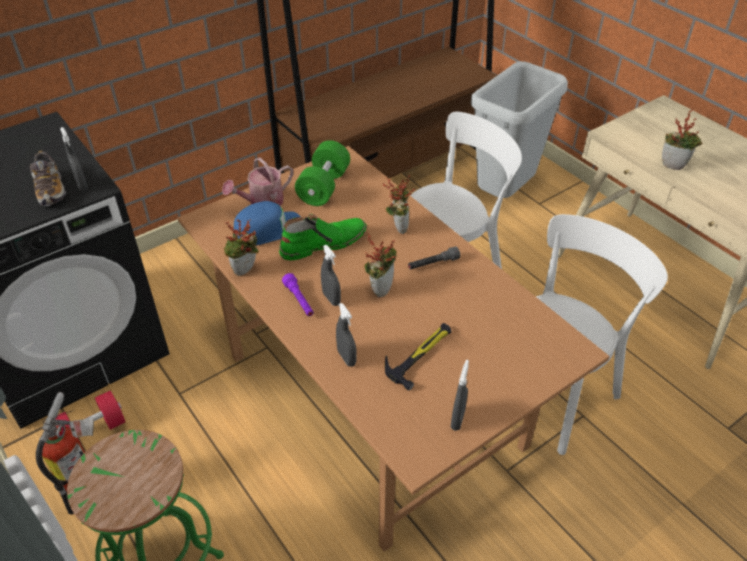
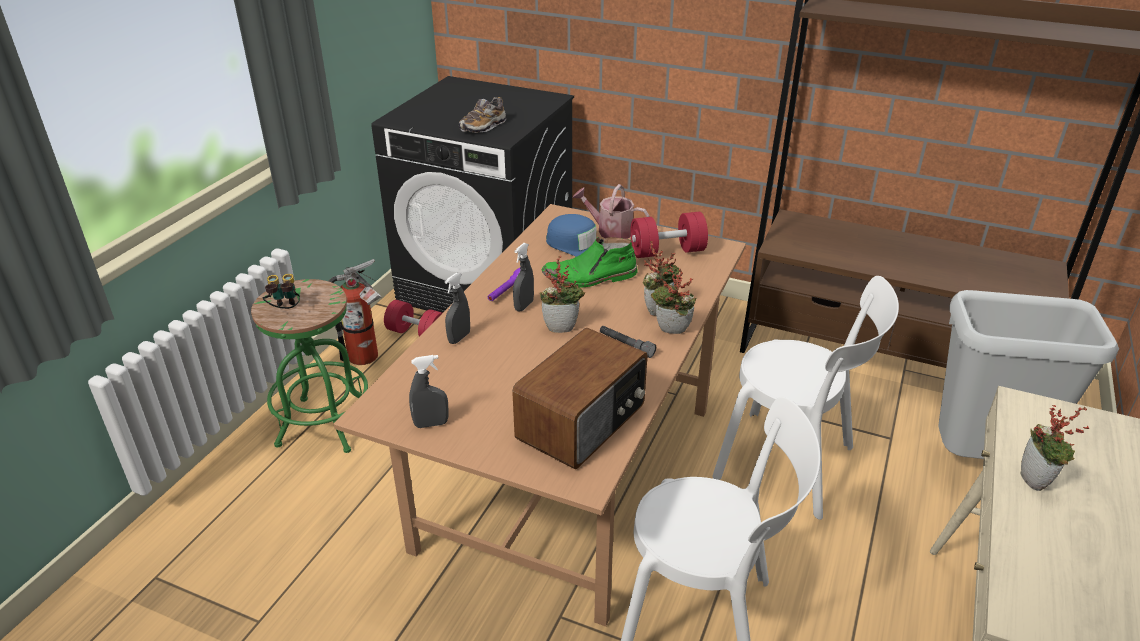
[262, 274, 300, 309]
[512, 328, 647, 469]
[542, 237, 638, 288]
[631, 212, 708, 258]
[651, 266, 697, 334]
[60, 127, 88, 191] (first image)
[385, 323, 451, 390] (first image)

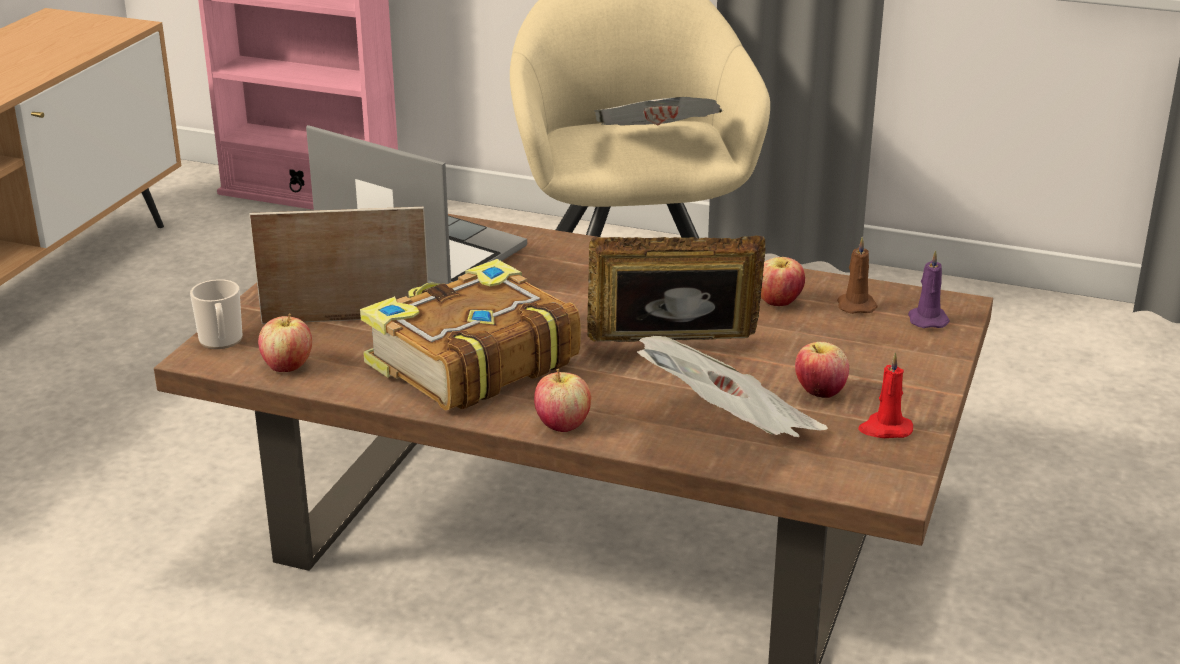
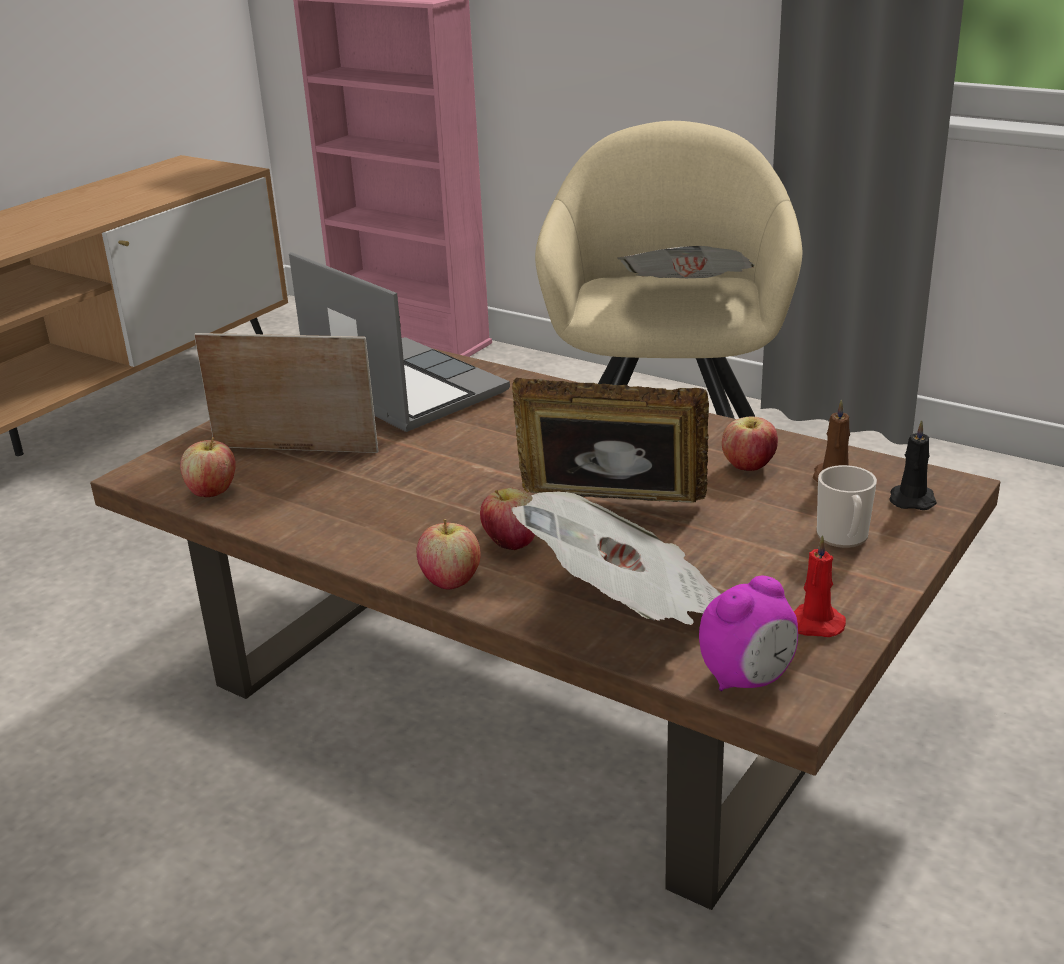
[480, 488, 535, 550]
[699, 576, 798, 691]
[817, 465, 877, 548]
[889, 420, 937, 510]
[360, 259, 581, 411] (first image)

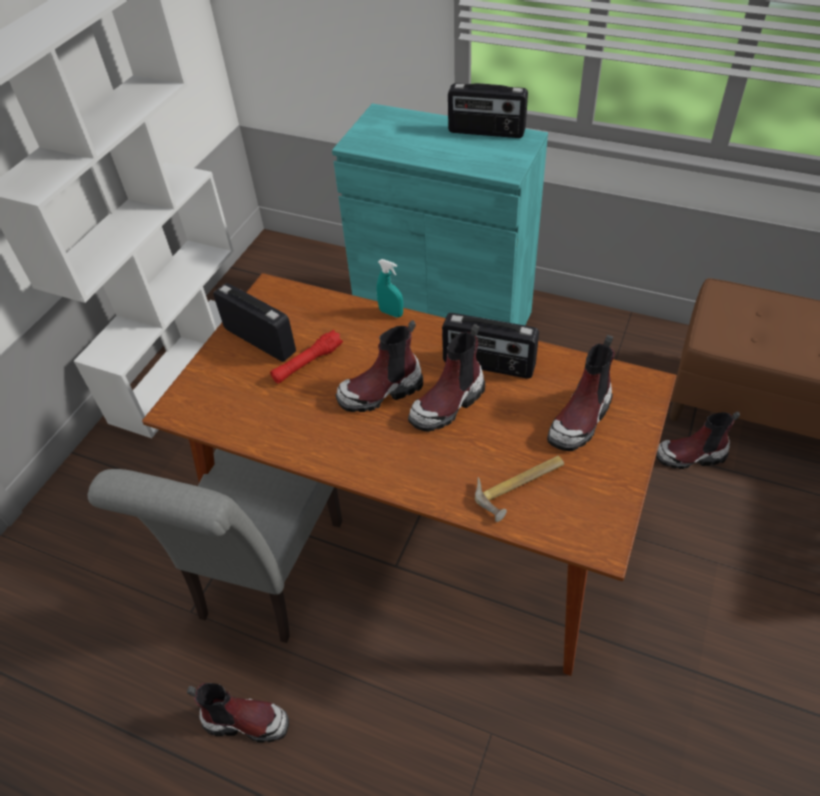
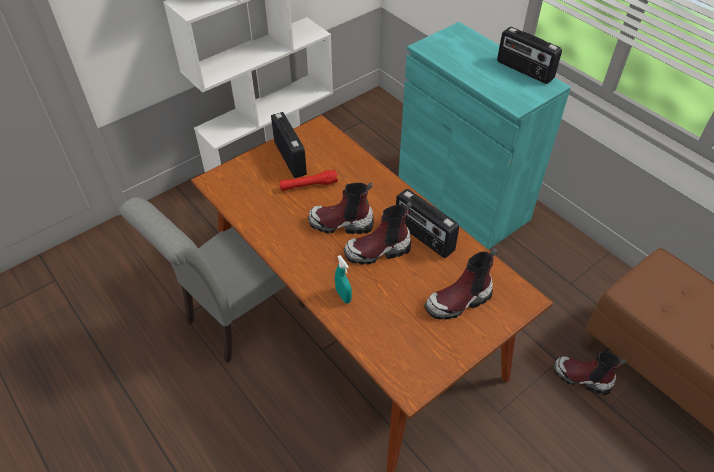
[335, 255, 352, 304]
[186, 683, 289, 743] (first image)
[475, 456, 564, 522] (first image)

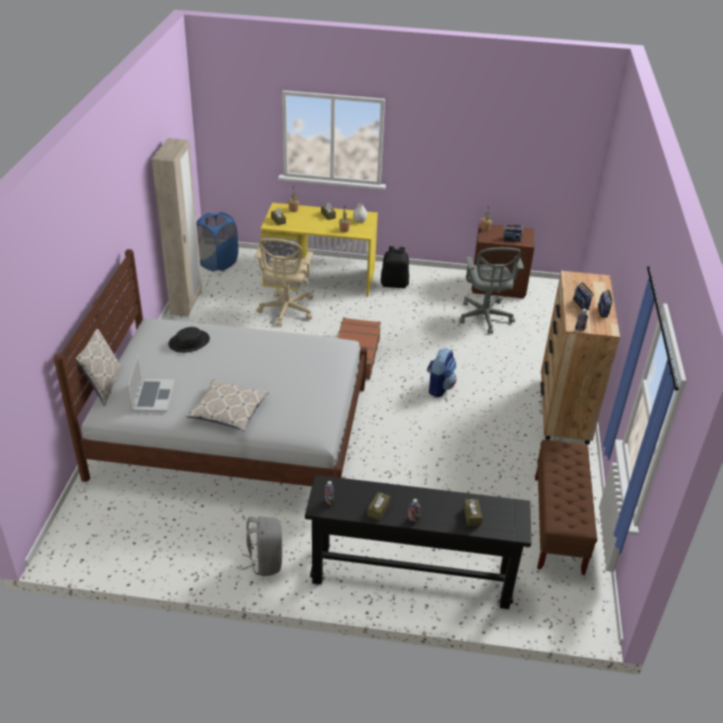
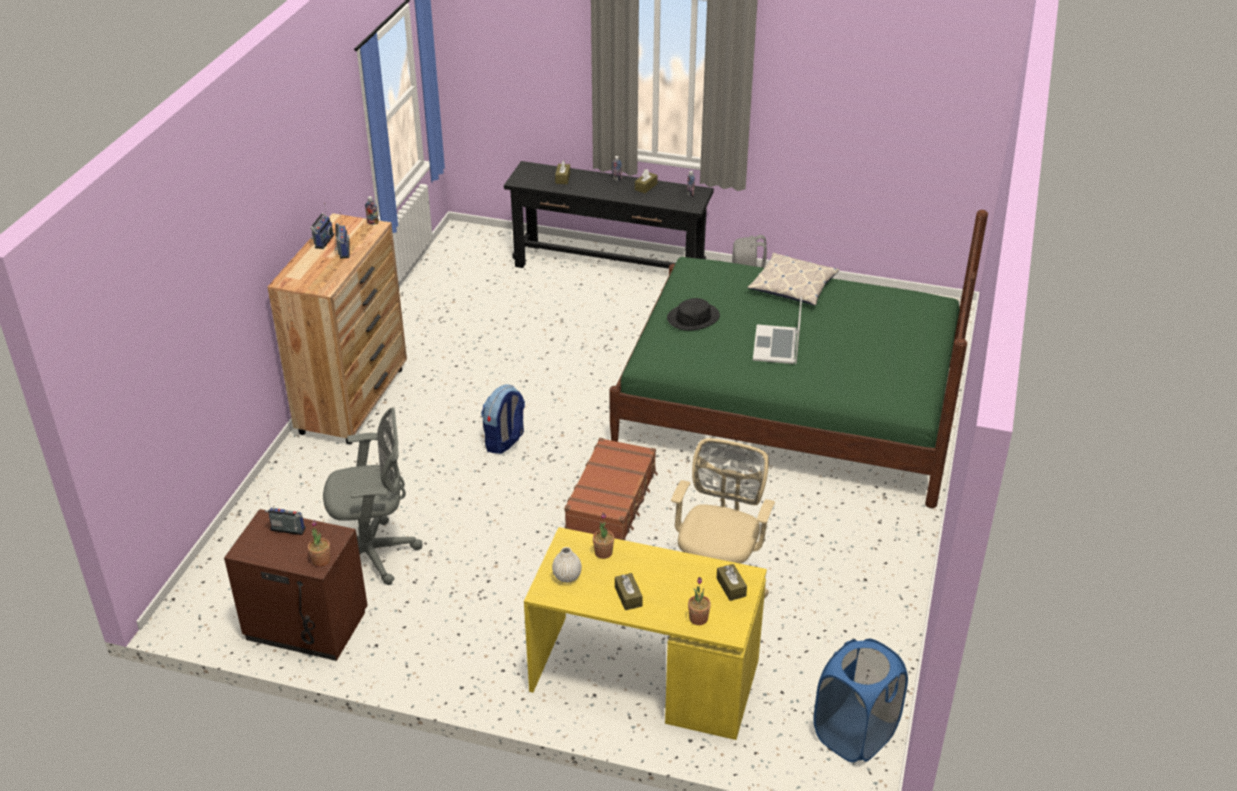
[323, 408, 422, 585]
[609, 210, 988, 508]
[667, 298, 720, 331]
[753, 296, 802, 364]
[76, 329, 122, 406] (first image)
[152, 138, 202, 317] (first image)
[381, 246, 409, 288] (first image)
[535, 440, 598, 575] (first image)

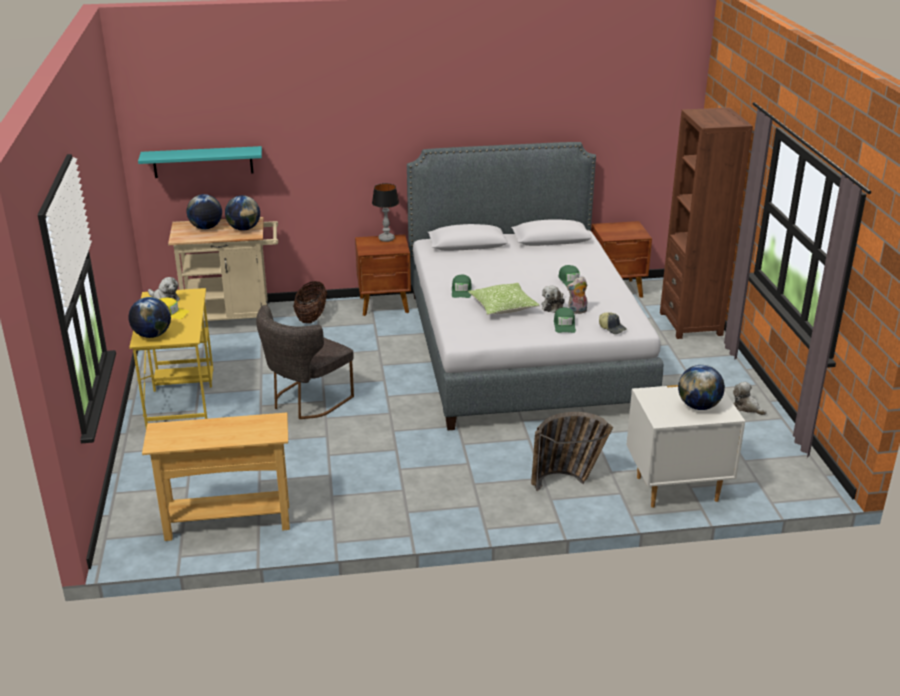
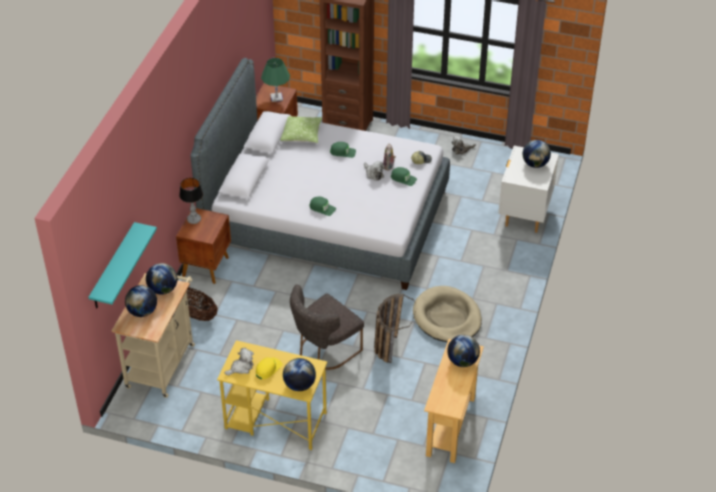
[261, 58, 290, 102]
[280, 116, 322, 143]
[290, 285, 364, 370]
[374, 294, 416, 363]
[413, 286, 482, 342]
[447, 335, 480, 367]

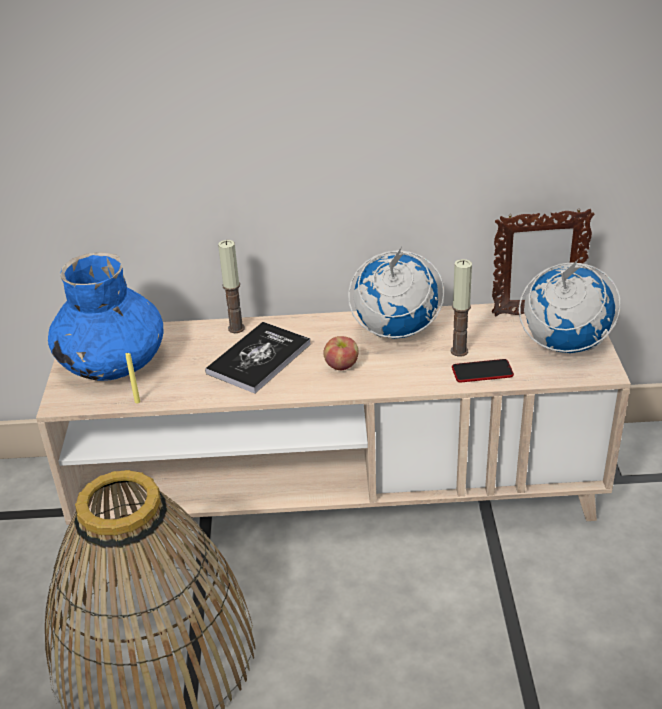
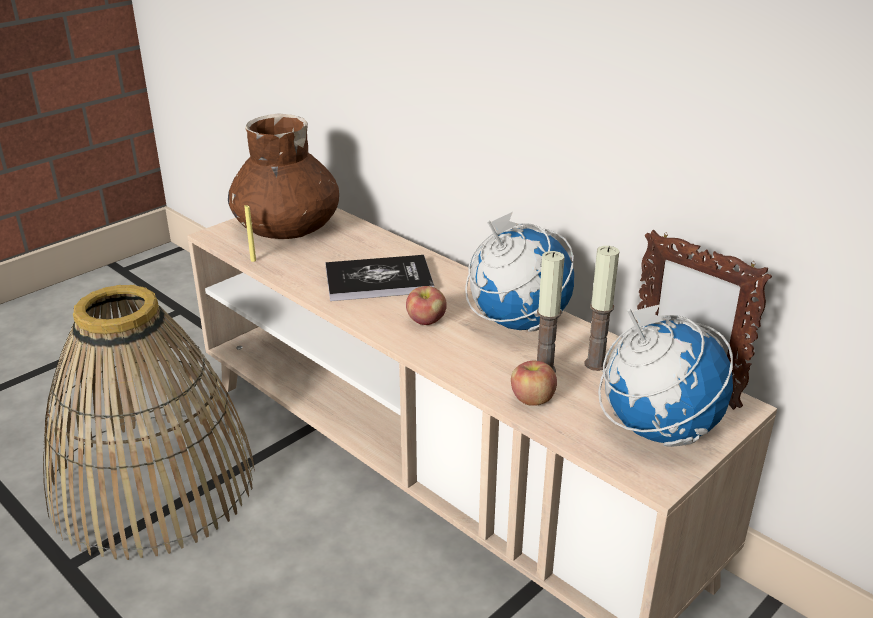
[228, 113, 339, 239]
[511, 360, 557, 406]
[584, 246, 619, 371]

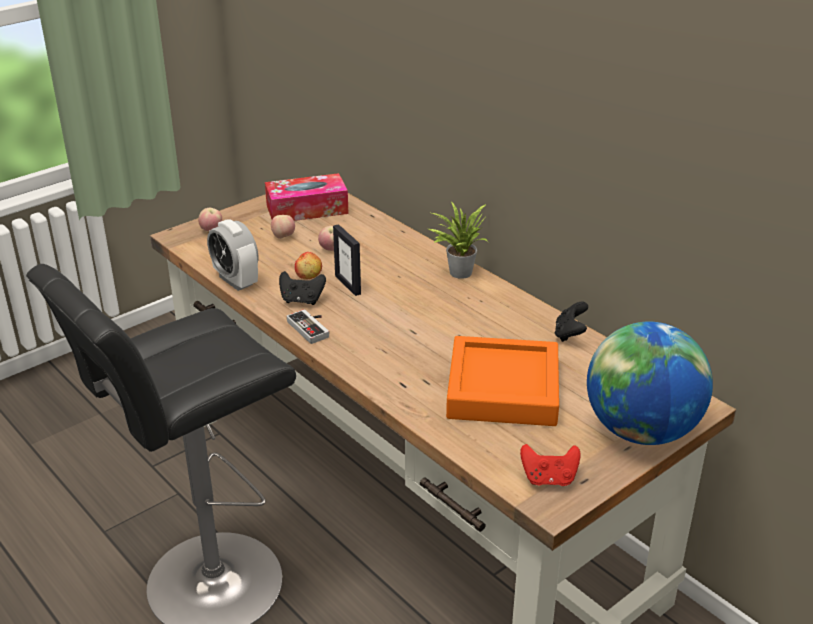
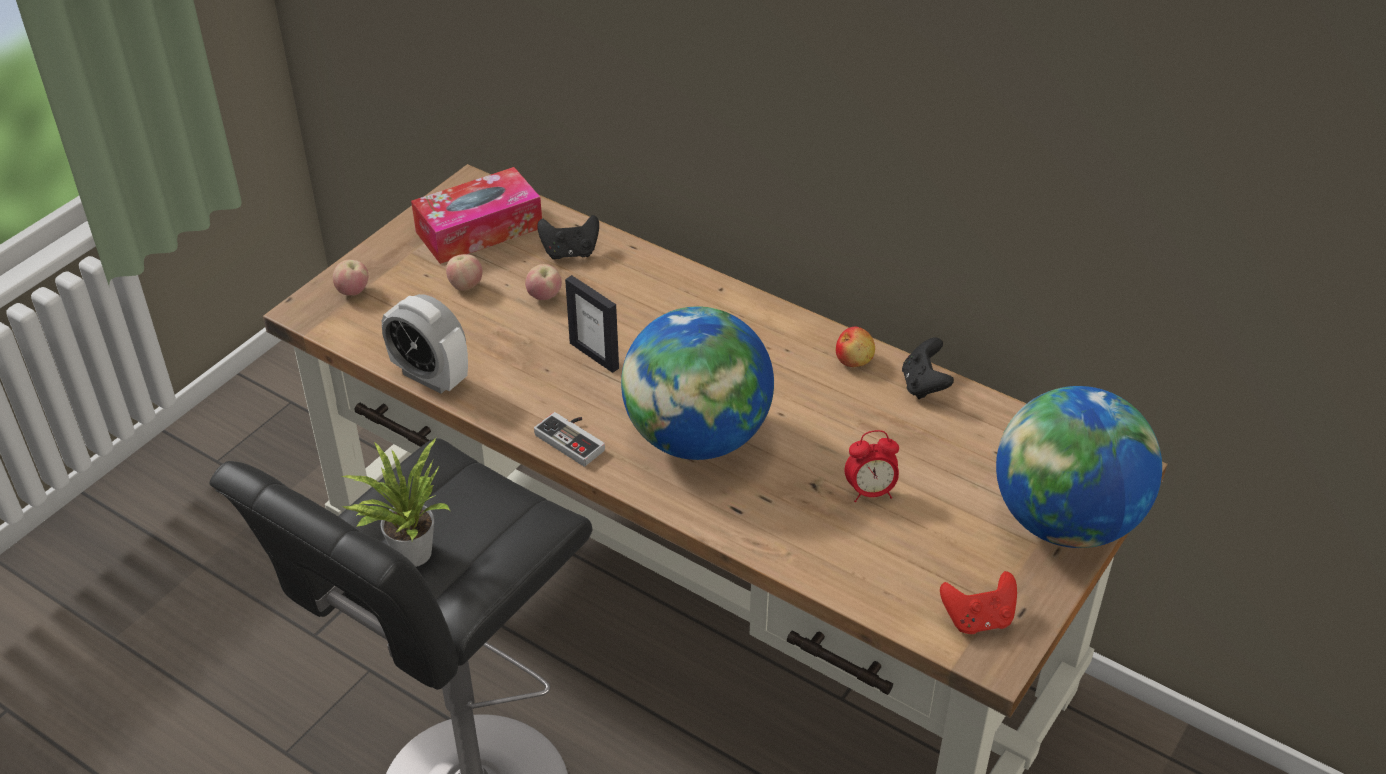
[342, 438, 451, 567]
[537, 215, 599, 260]
[621, 306, 774, 460]
[836, 327, 875, 367]
[845, 430, 899, 502]

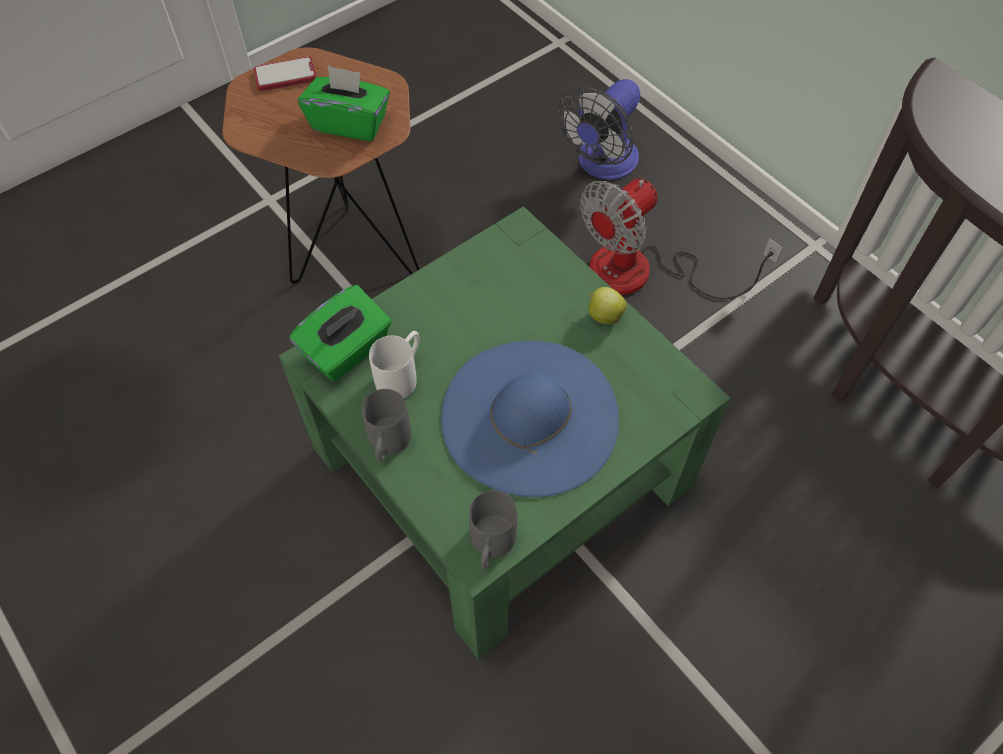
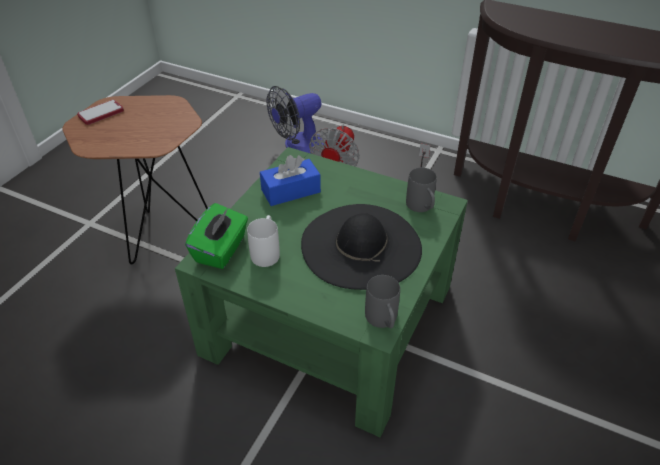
[260, 155, 321, 206]
[267, 86, 324, 154]
[301, 204, 422, 290]
[406, 168, 437, 212]
[298, 65, 390, 141] (first image)
[588, 287, 627, 324] (first image)

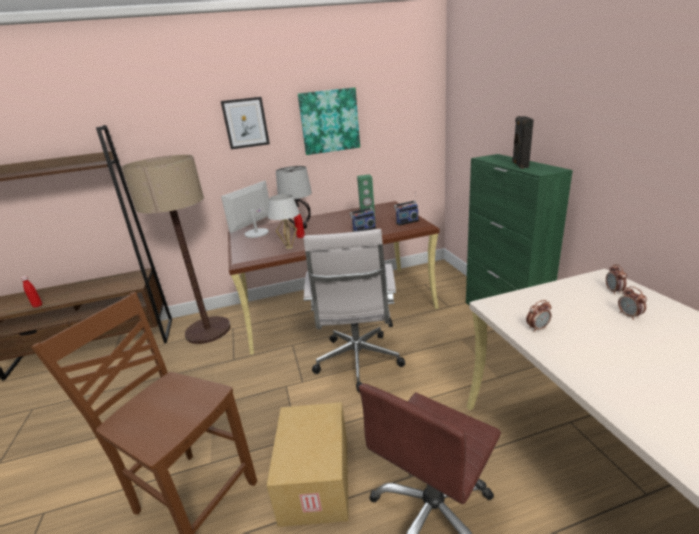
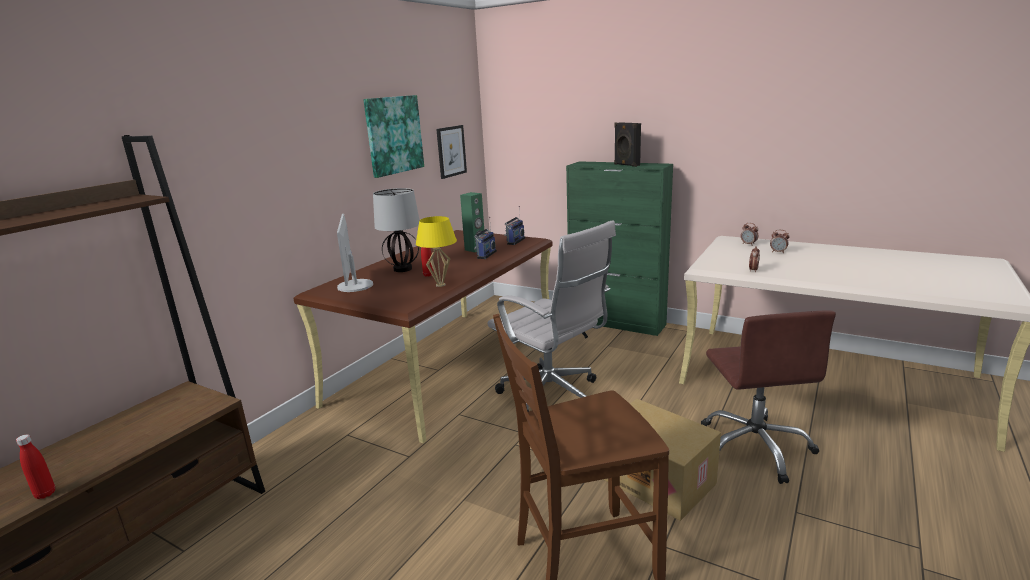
[416, 216, 457, 287]
[436, 125, 467, 179]
[122, 155, 230, 344] (first image)

